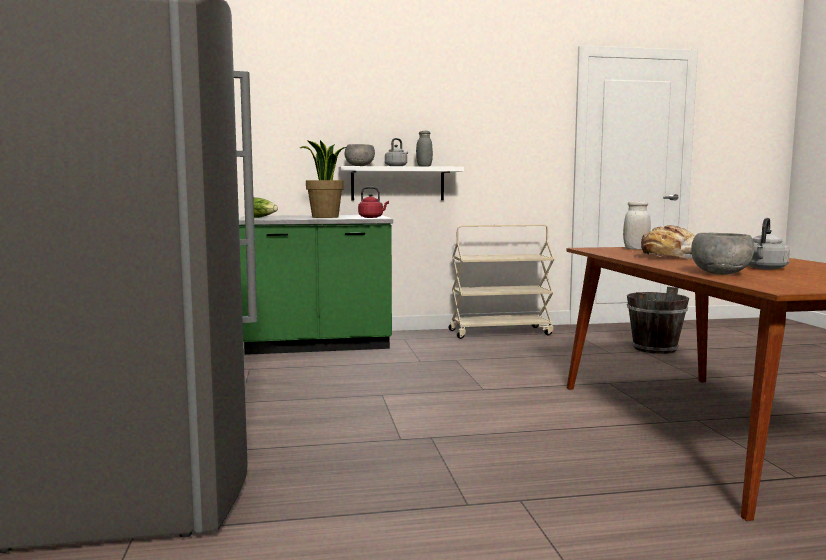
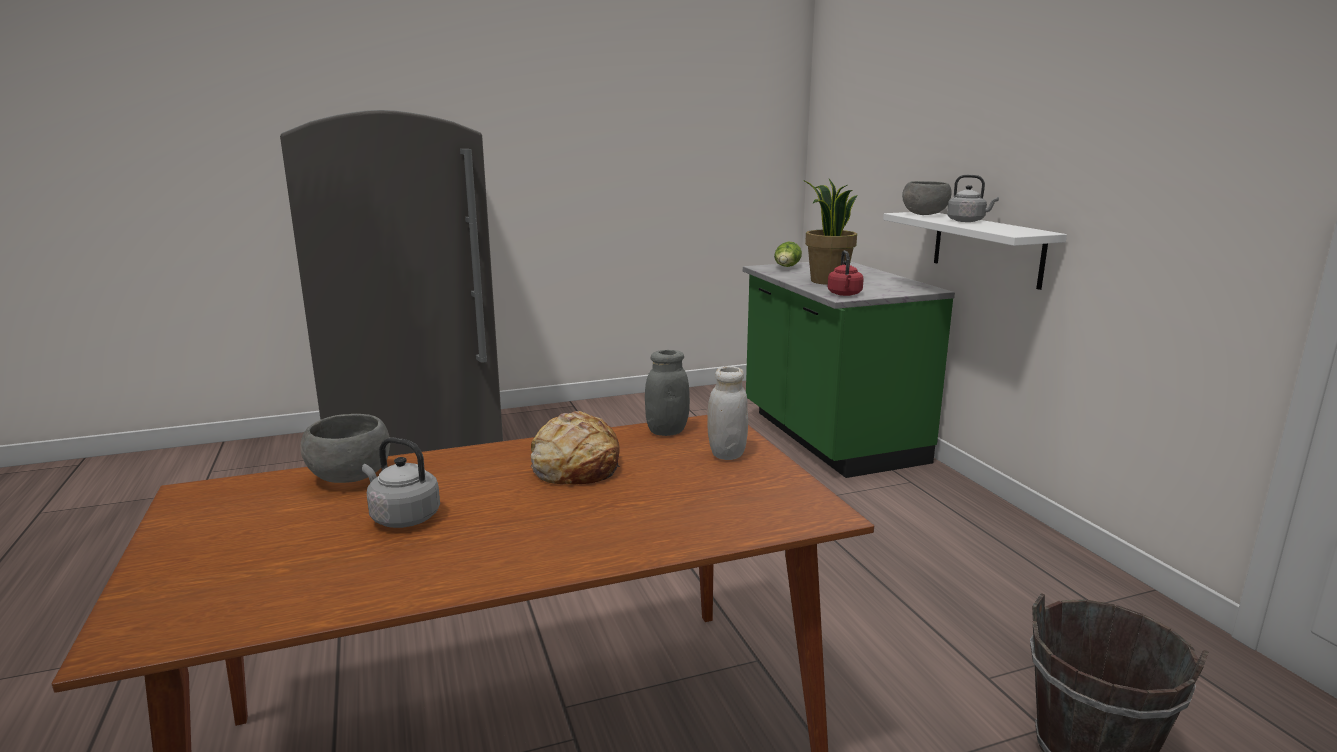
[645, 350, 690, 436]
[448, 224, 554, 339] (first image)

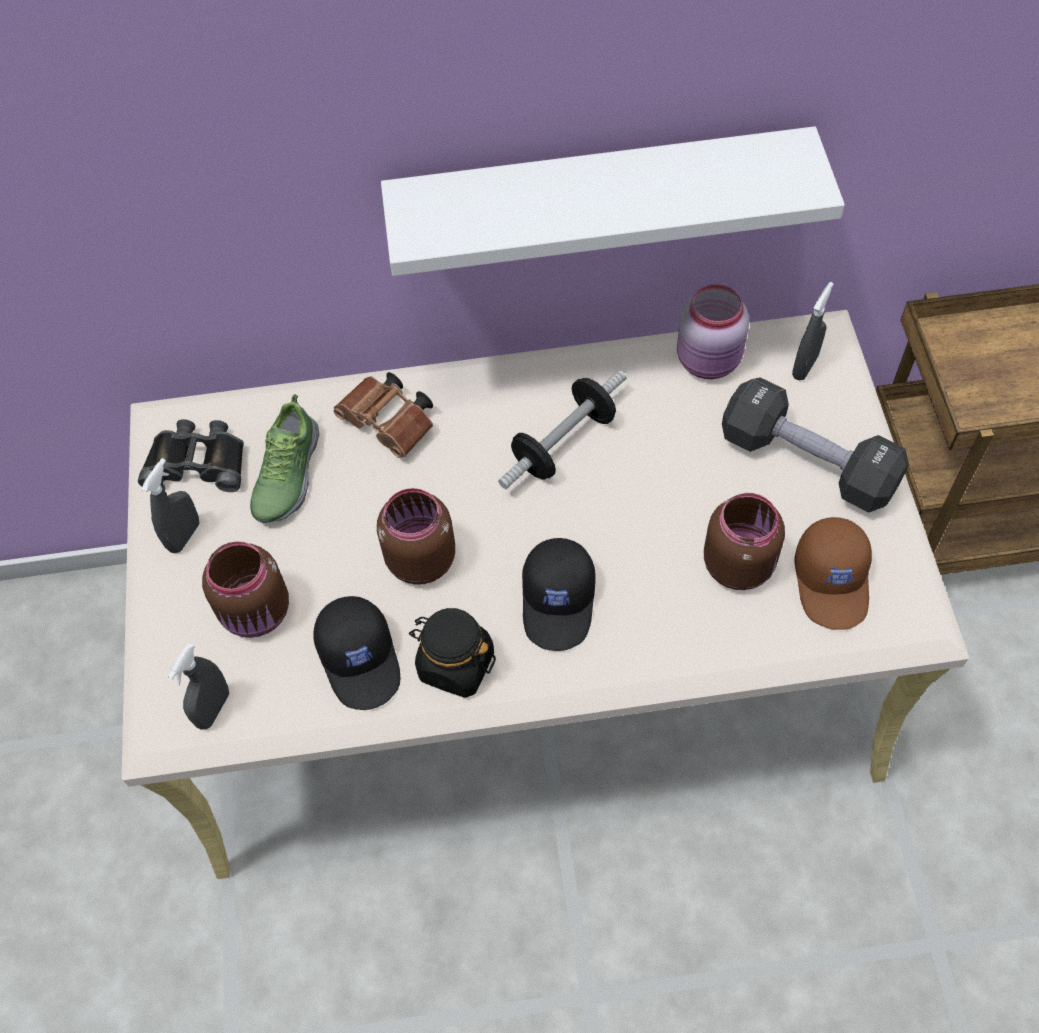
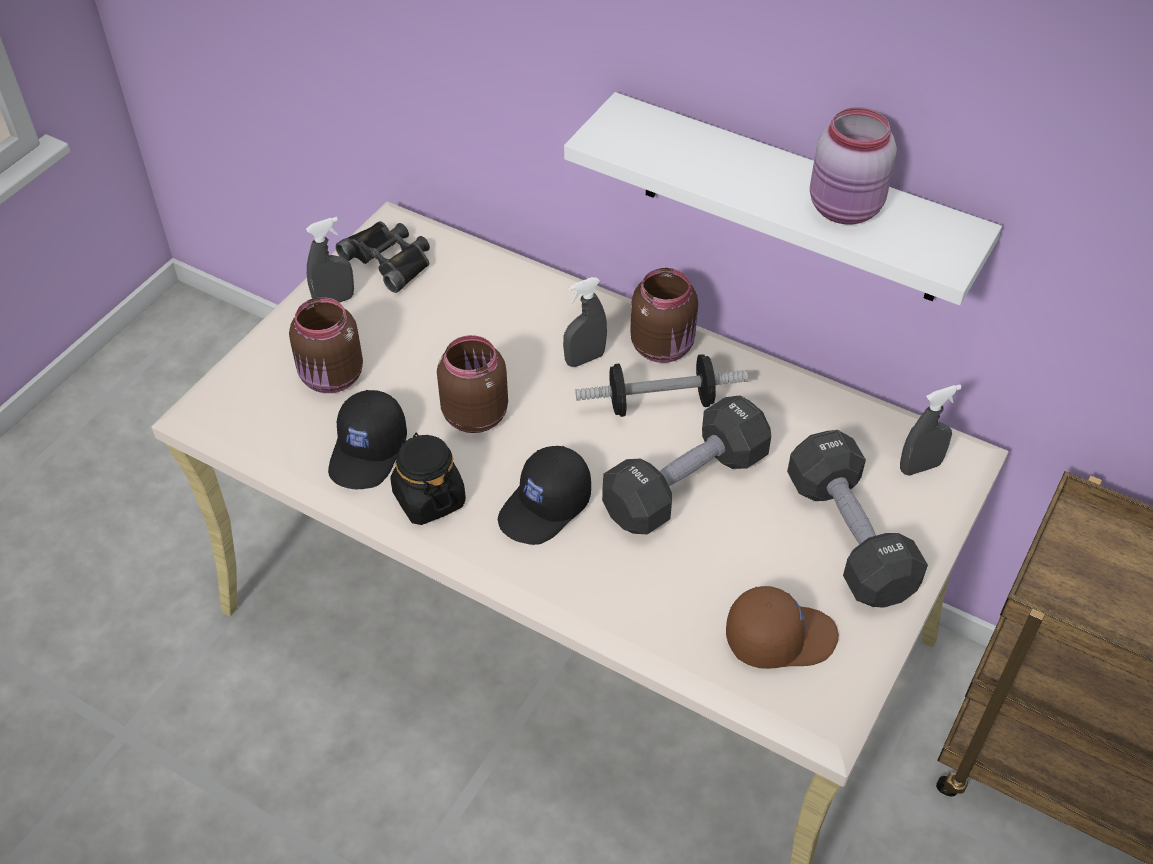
[563, 277, 607, 367]
[602, 395, 771, 534]
[630, 268, 698, 363]
[726, 586, 839, 669]
[810, 107, 897, 224]
[250, 394, 319, 523] (first image)
[334, 372, 433, 458] (first image)

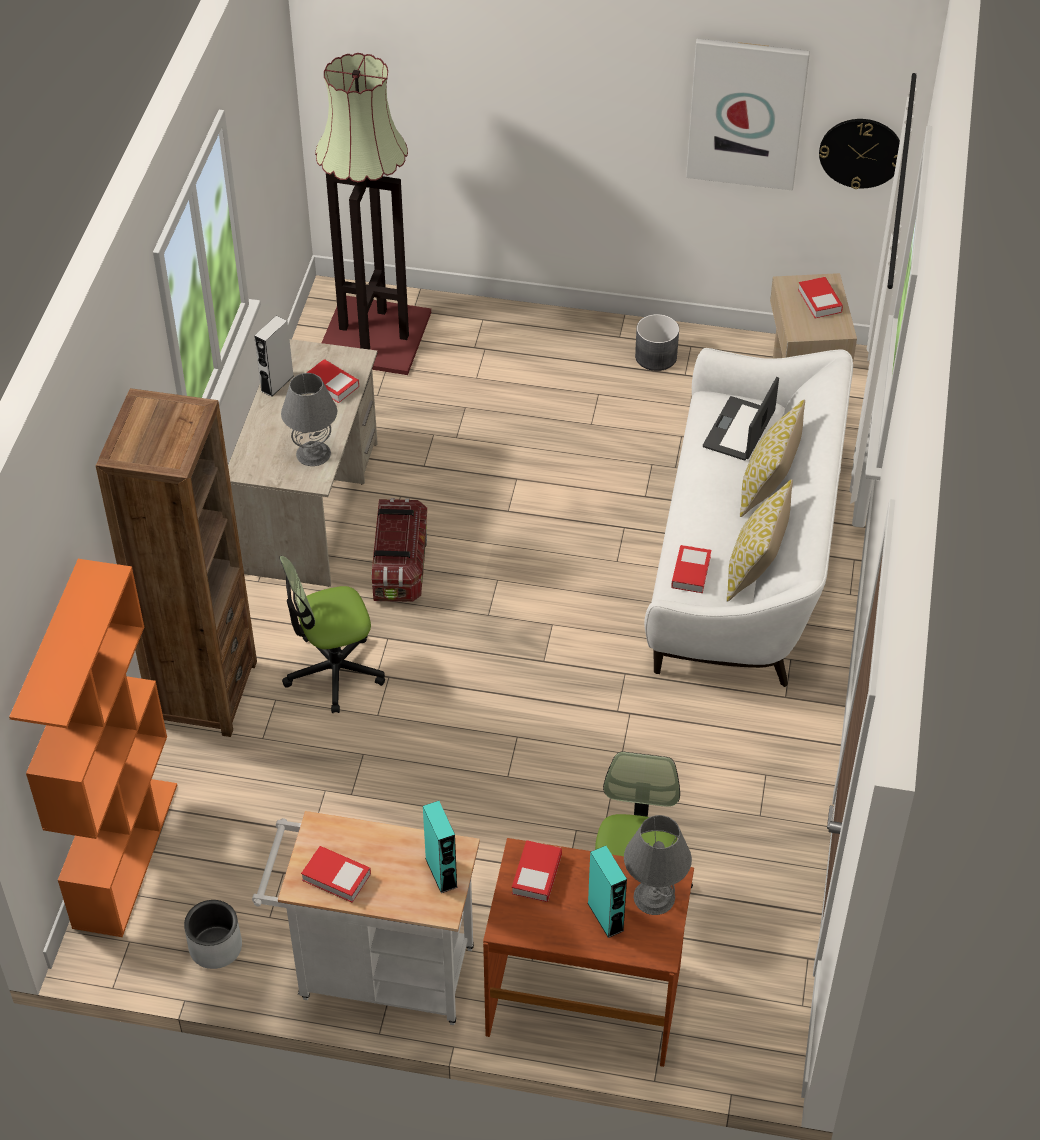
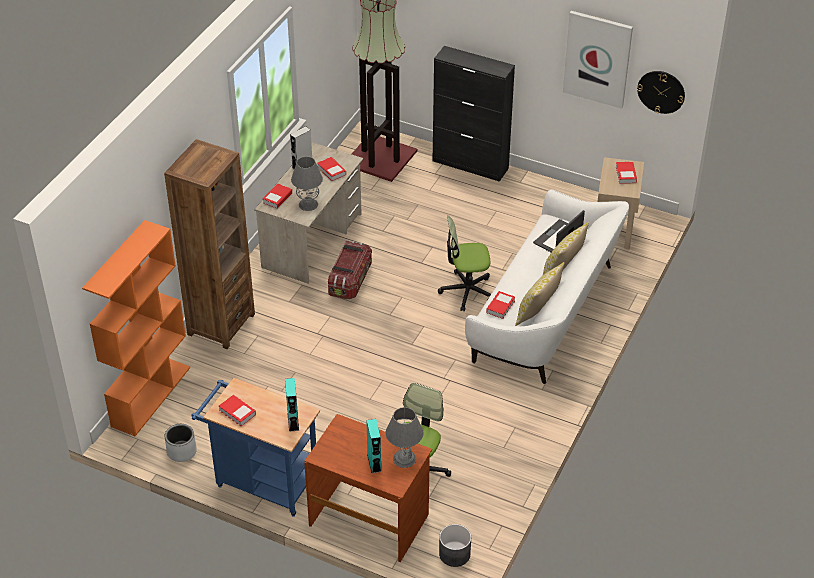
[191, 378, 320, 517]
[263, 183, 292, 209]
[433, 46, 515, 182]
[438, 216, 491, 312]
[439, 524, 471, 567]

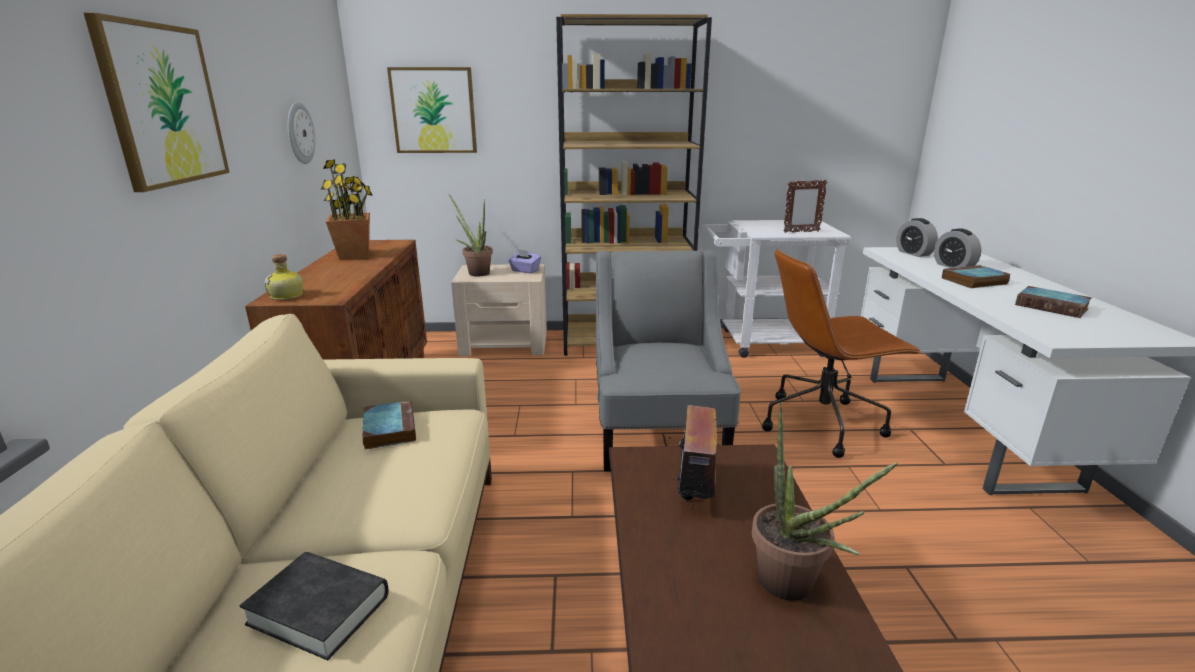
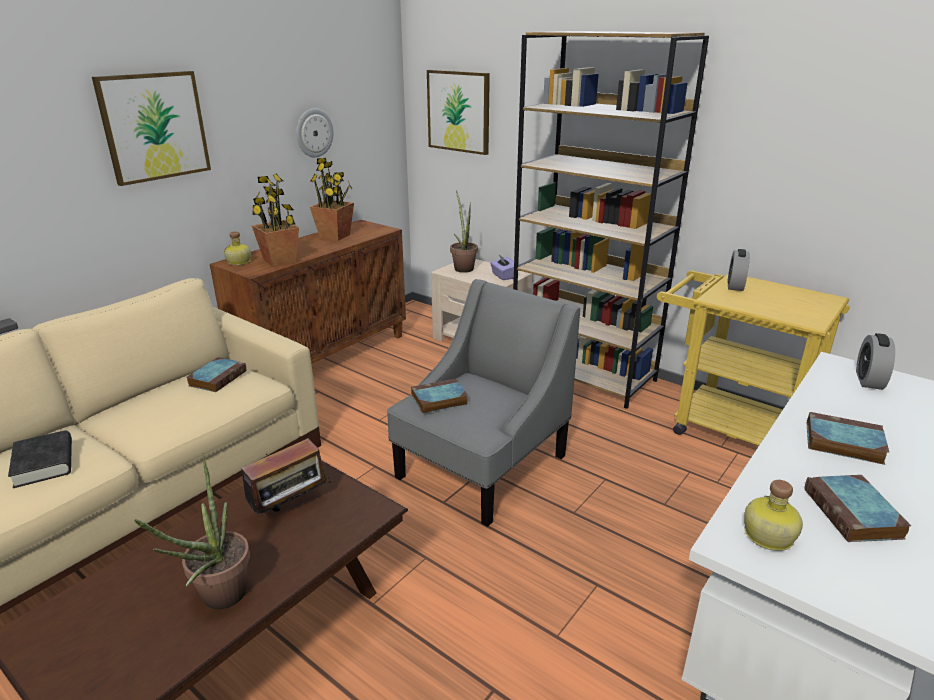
[252, 173, 299, 267]
[411, 379, 468, 413]
[657, 270, 849, 446]
[727, 249, 750, 291]
[744, 480, 803, 551]
[762, 249, 921, 458] (first image)
[783, 180, 827, 233] (first image)

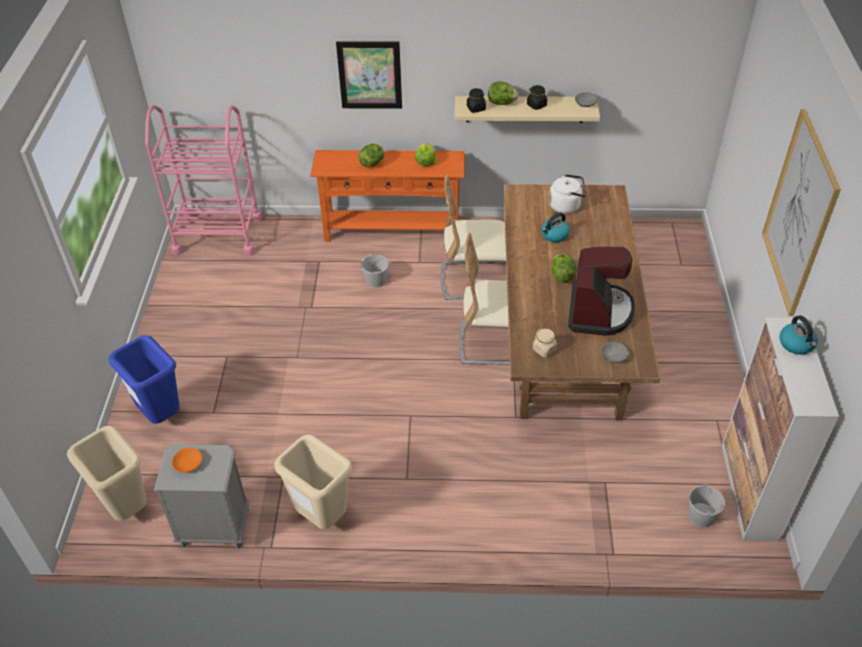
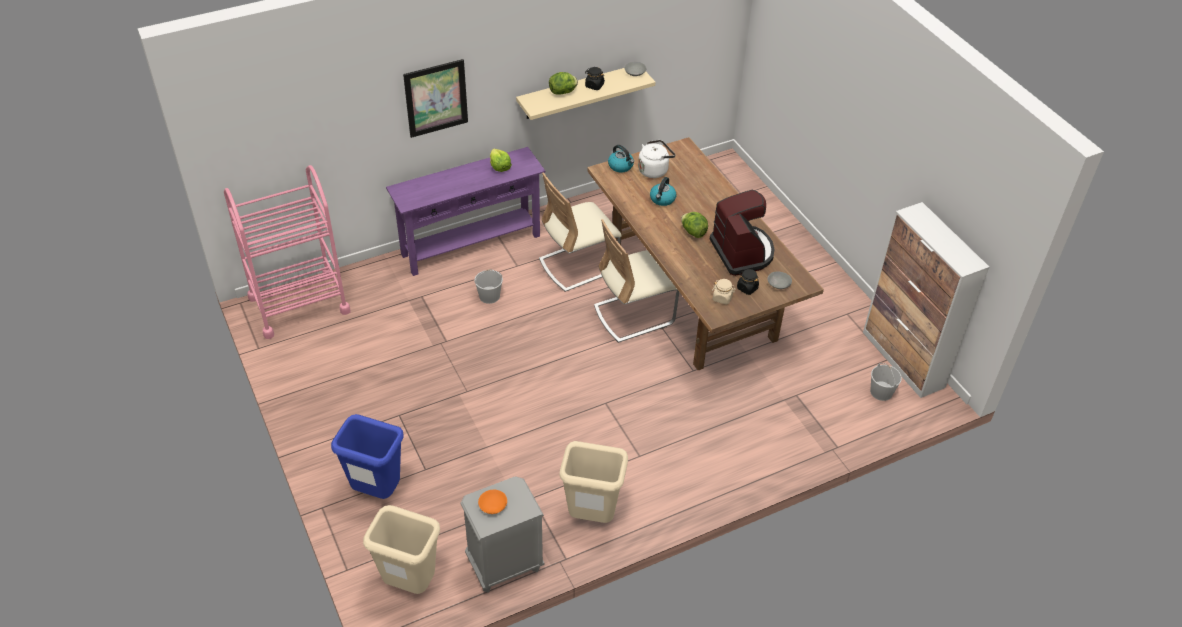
[386, 147, 545, 276]
[608, 145, 634, 172]
[737, 269, 759, 295]
[358, 144, 384, 168] (first image)
[762, 109, 841, 316] (first image)

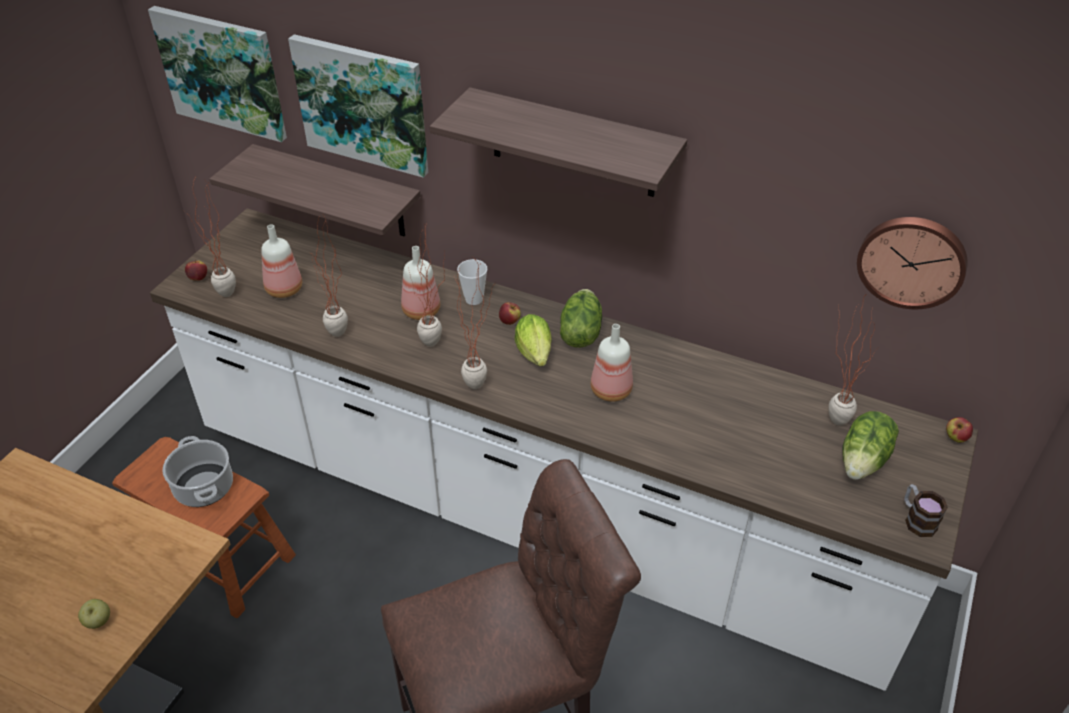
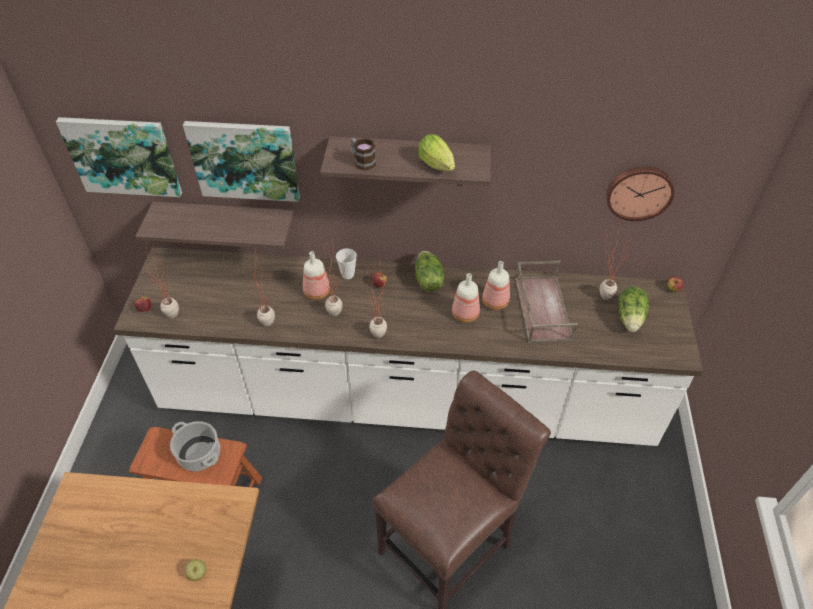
[351, 138, 376, 171]
[418, 134, 455, 171]
[482, 261, 510, 310]
[515, 261, 578, 343]

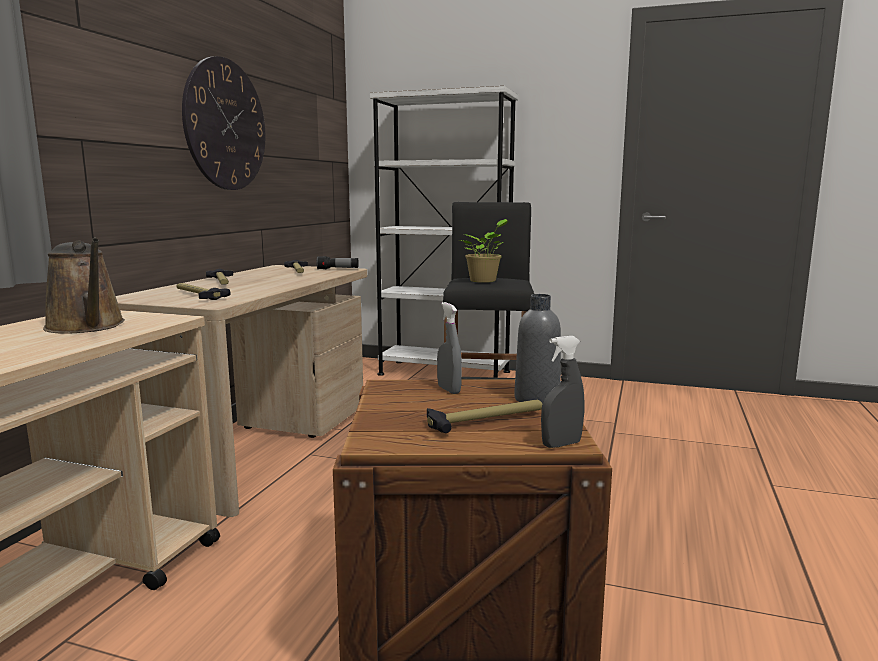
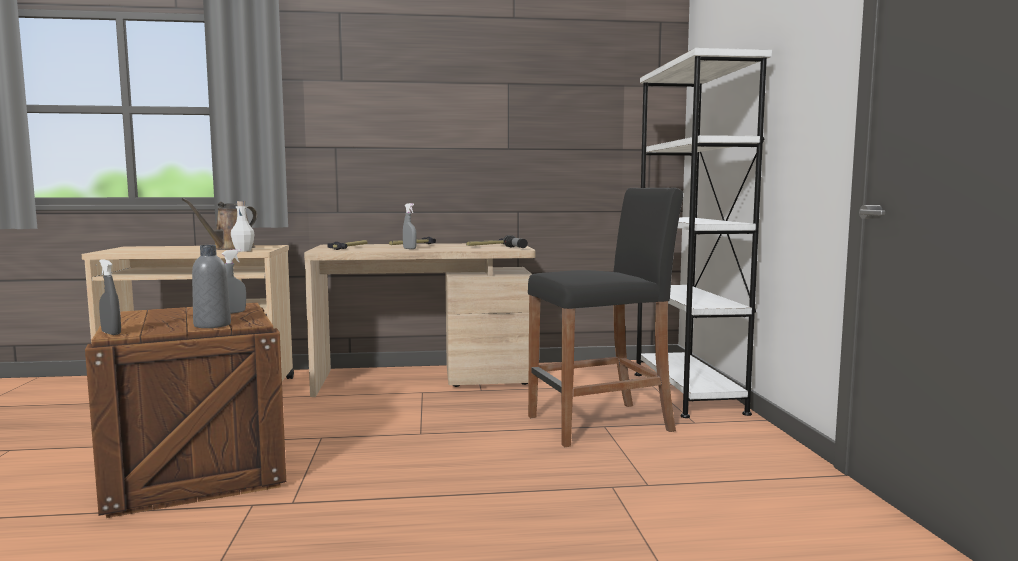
[231, 201, 255, 252]
[403, 203, 417, 249]
[182, 56, 265, 190] (first image)
[427, 400, 542, 433] (first image)
[460, 219, 508, 283] (first image)

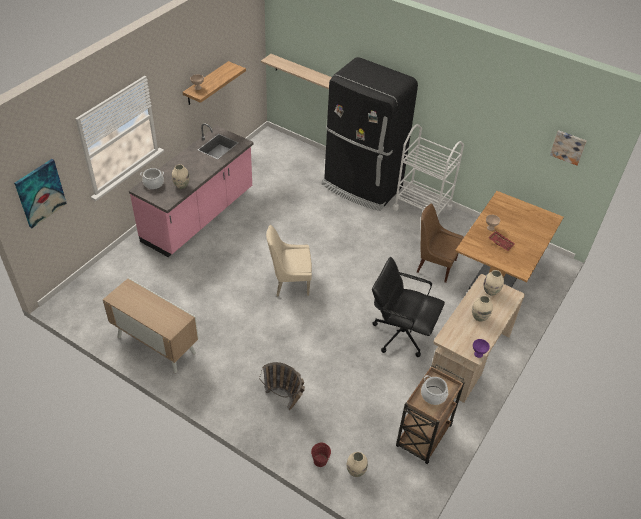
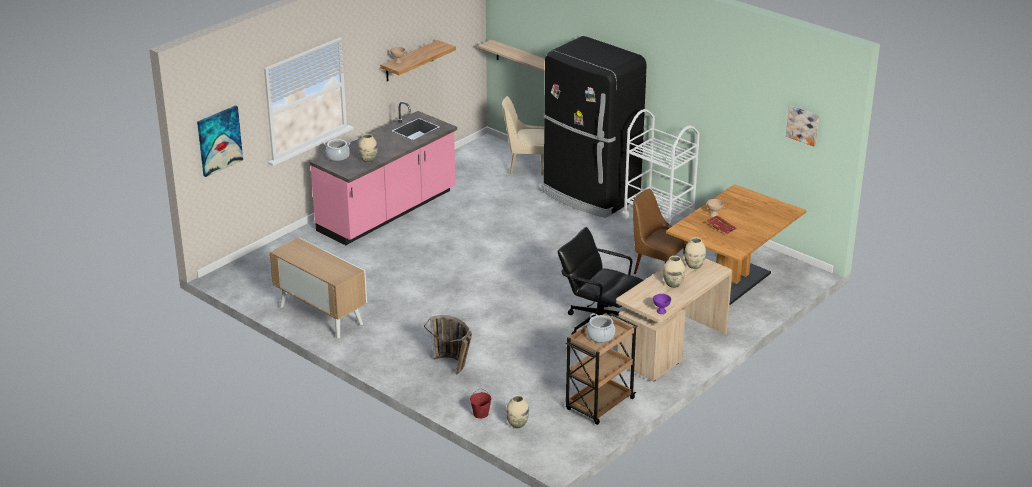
[502, 96, 544, 175]

